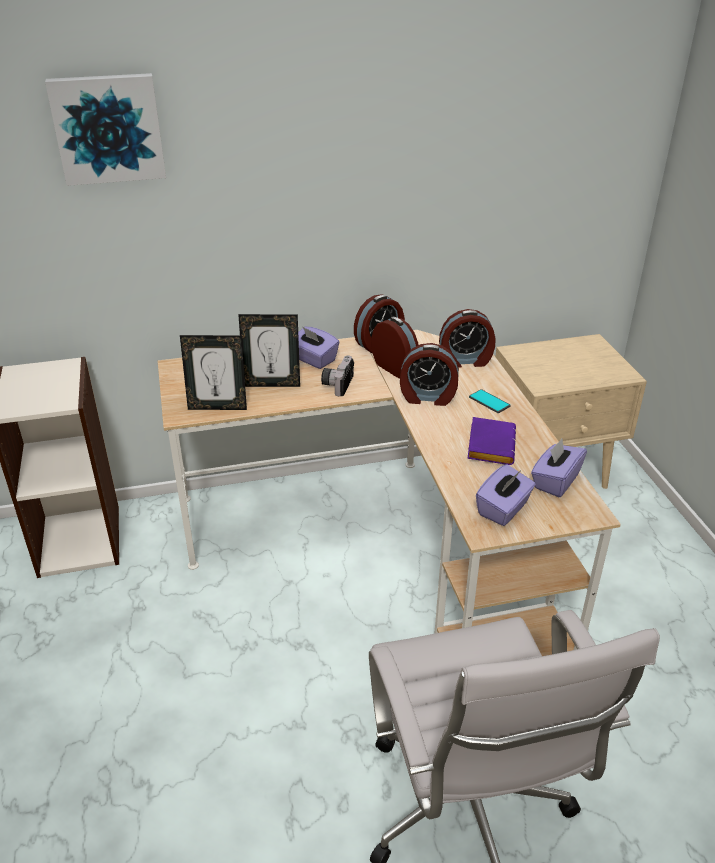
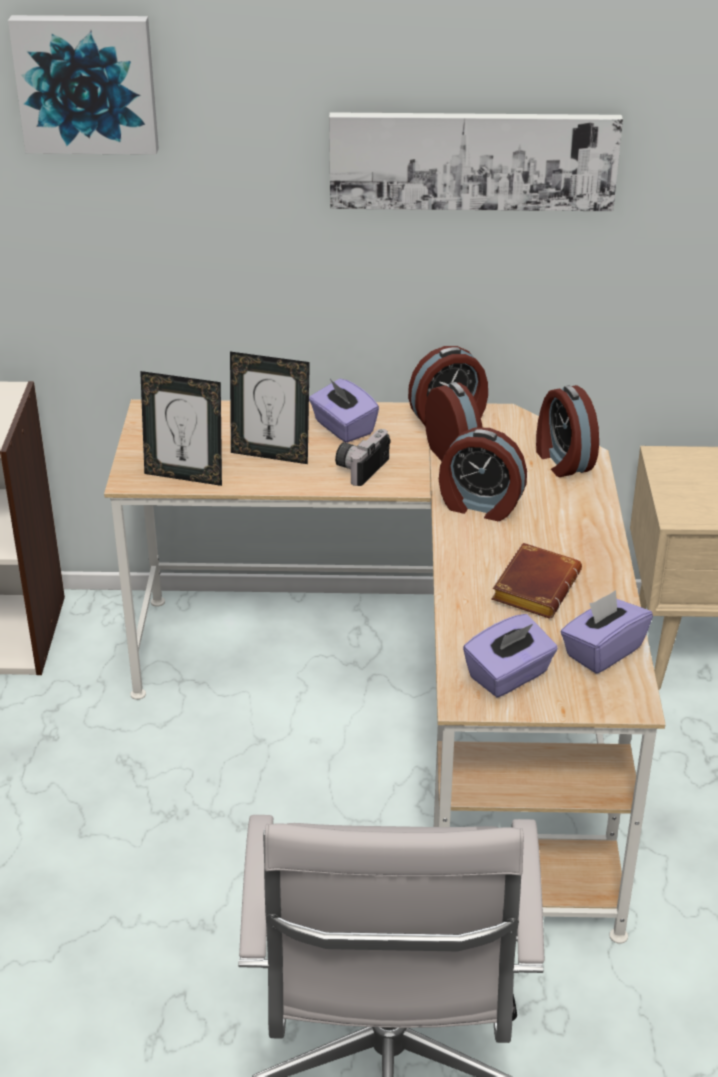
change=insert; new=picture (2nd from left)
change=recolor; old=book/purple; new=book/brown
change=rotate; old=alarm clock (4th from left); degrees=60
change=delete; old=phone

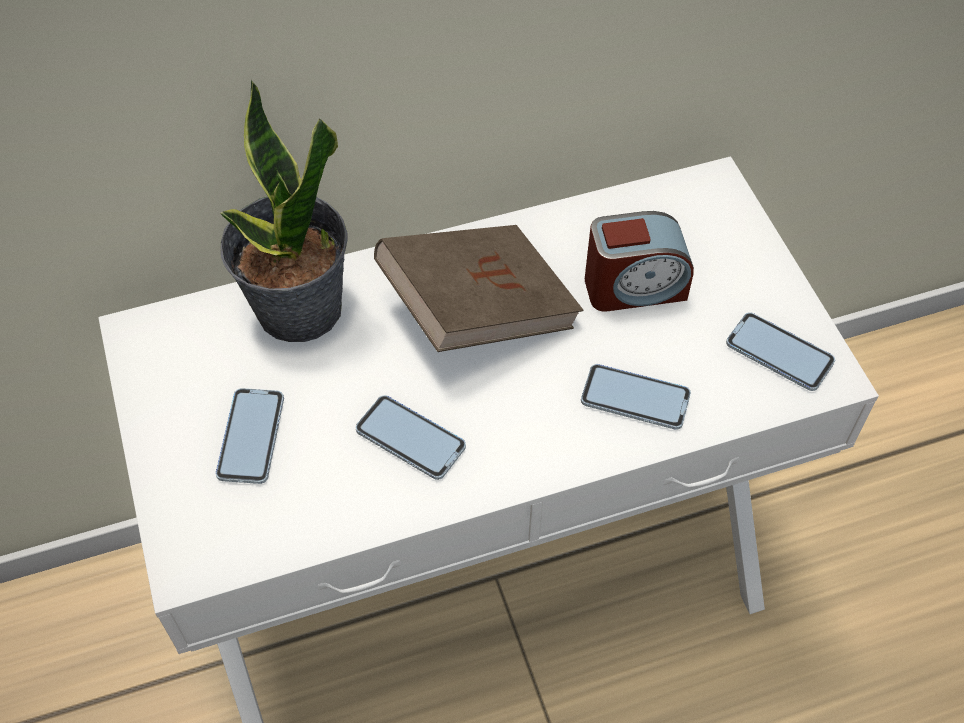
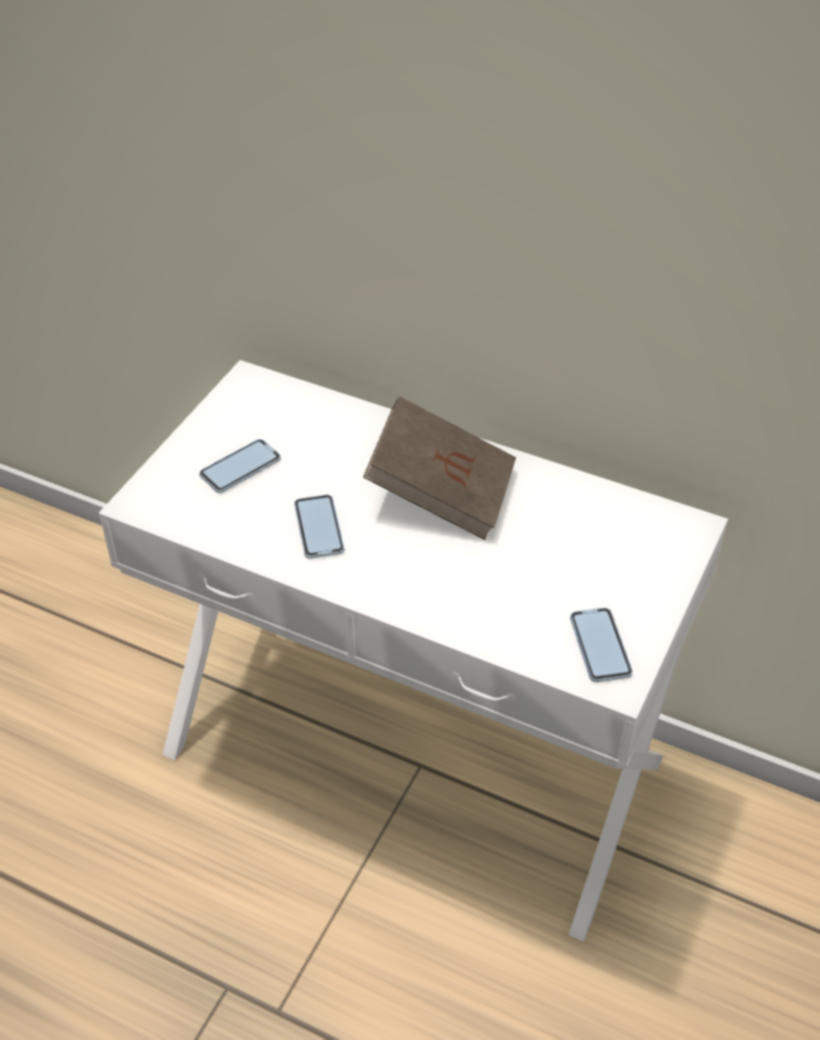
change=delete; old=potted plant
change=delete; old=phone (3rd from left)
change=delete; old=alarm clock

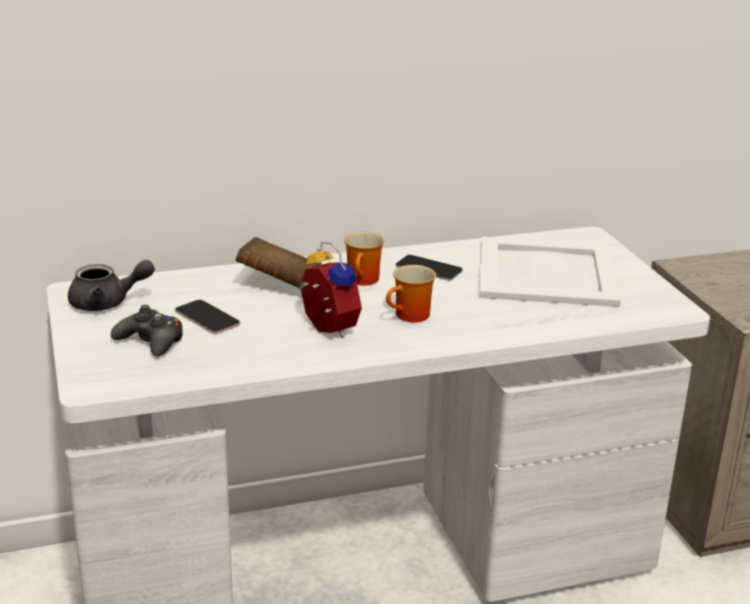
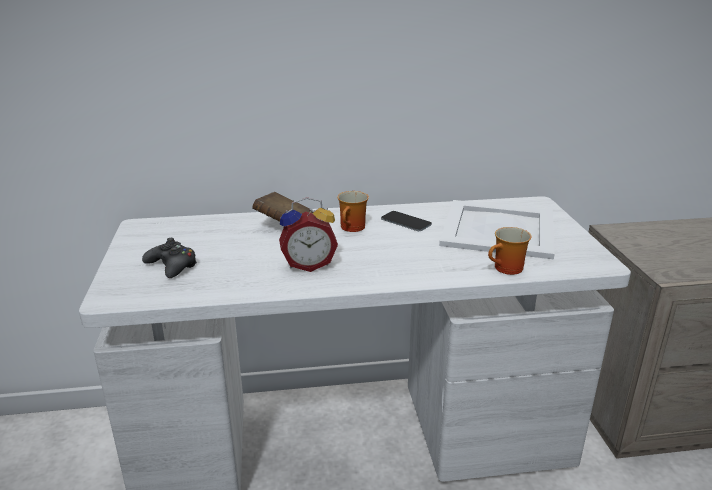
change=rotate; old=alarm clock; degrees=105
change=move; old=mug (2nd from left)
change=delete; old=teapot/grey
change=delete; old=phone (1st from left)

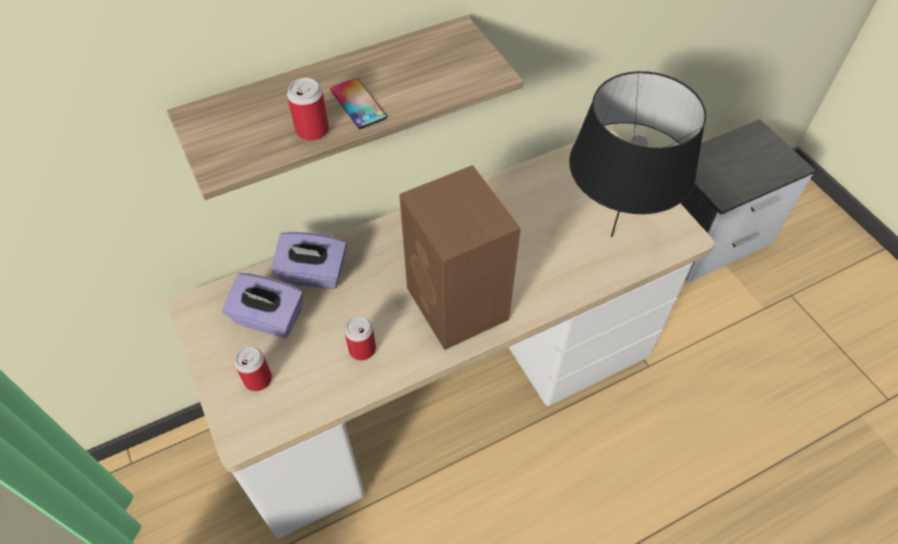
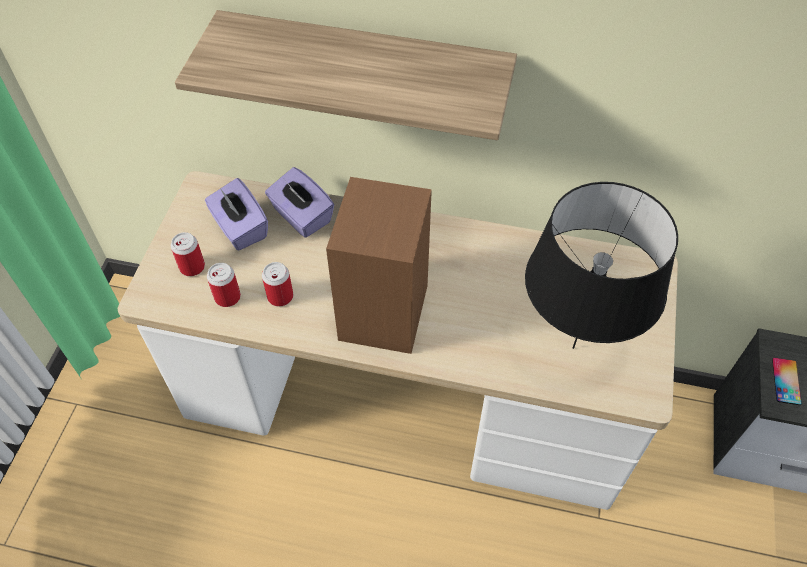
change=move; old=can (2nd from left)
change=move; old=phone

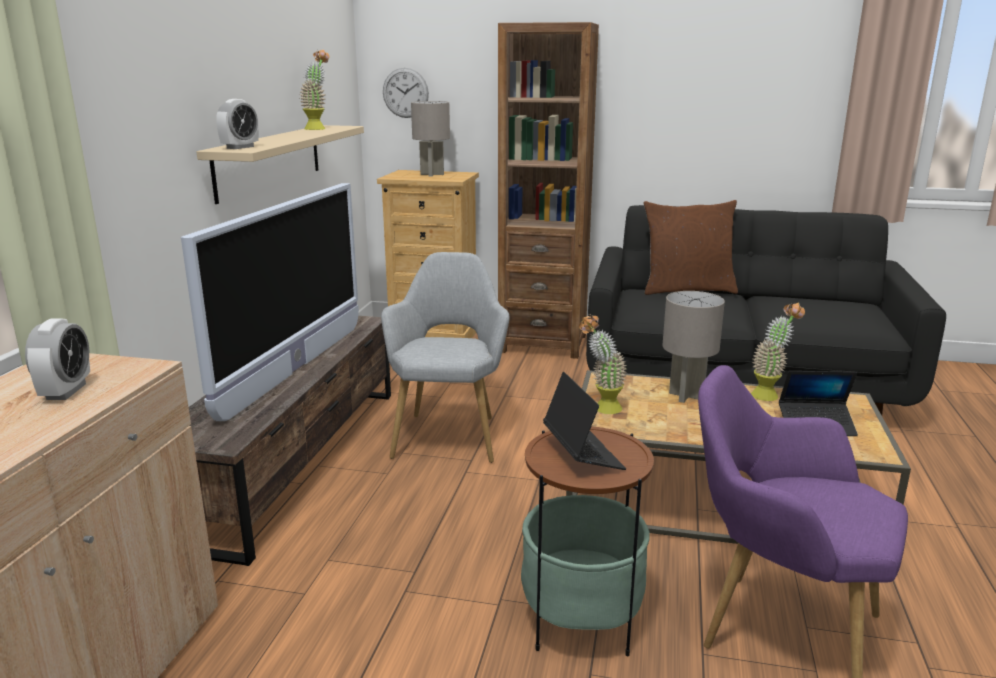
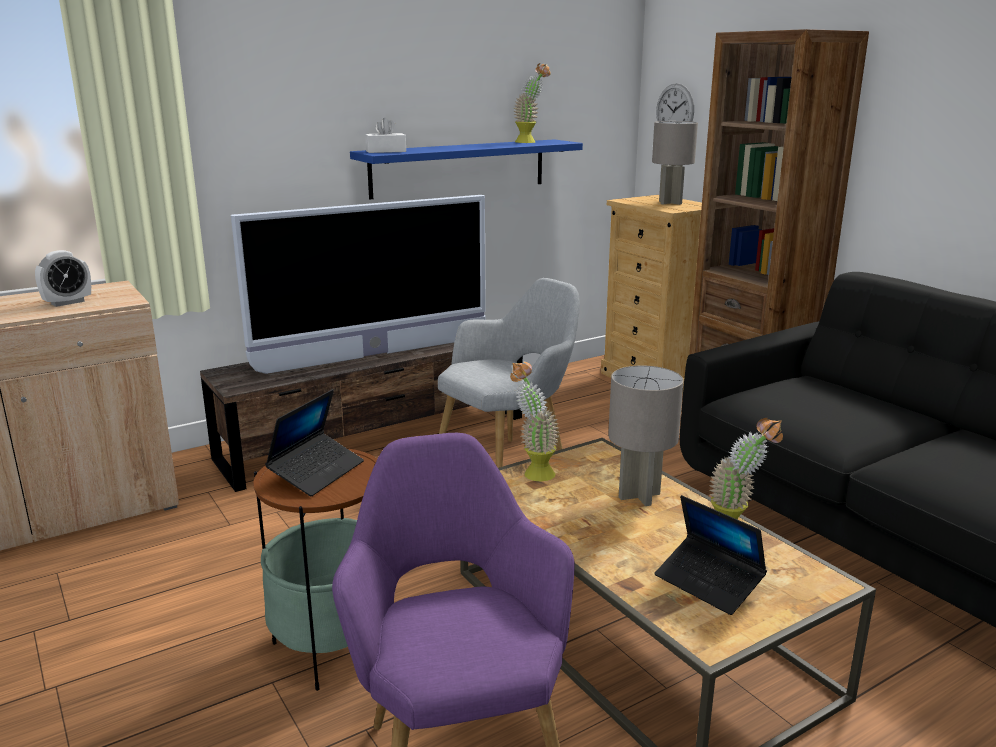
change=recolor; old=shelf/beige; new=shelf/blue
change=replace; old=alarm clock (2nd from left); new=tissue box/white
change=delete; old=pillow/brown

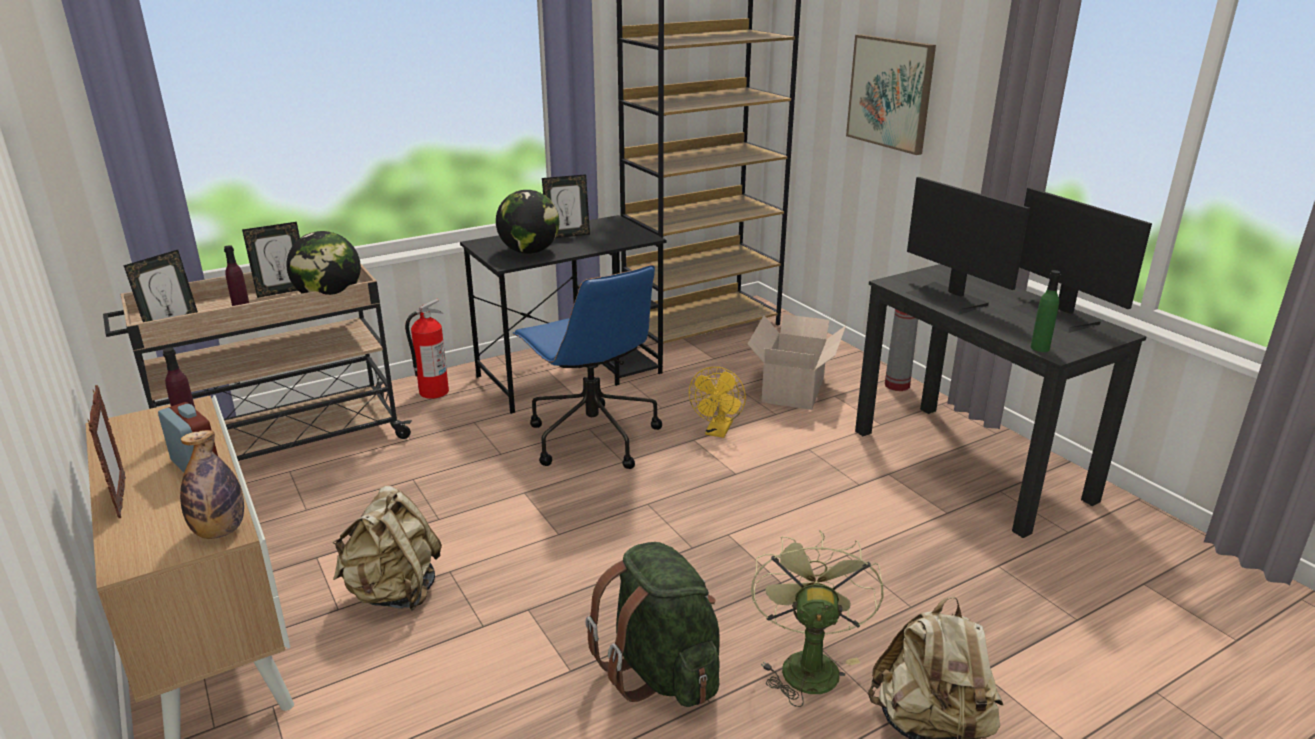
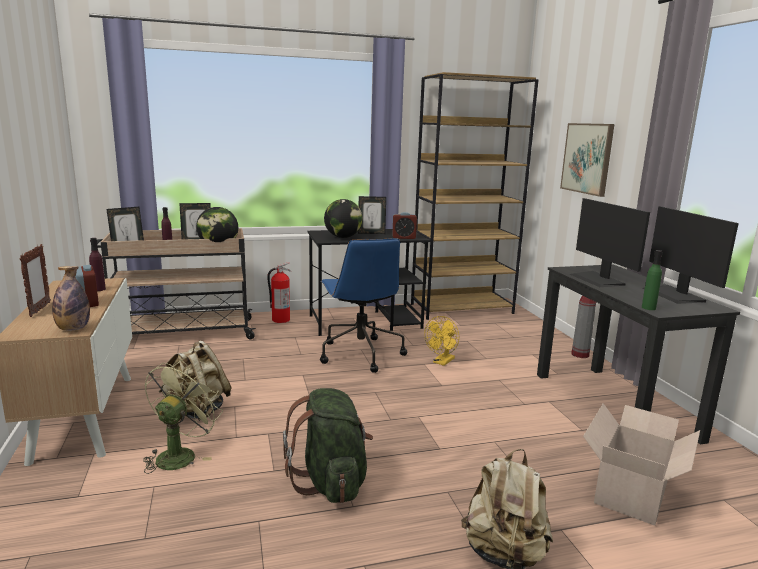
change=move; old=fan/green
change=insert; new=alarm clock (2nd from left)
change=move; old=cardboard box

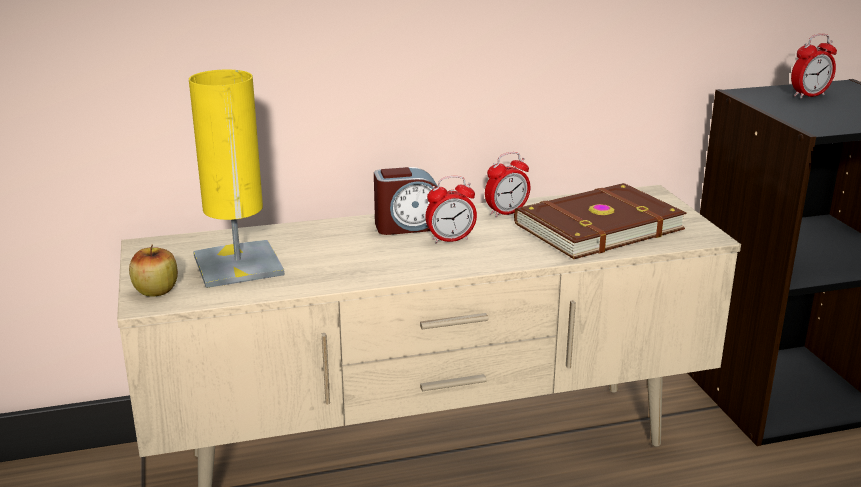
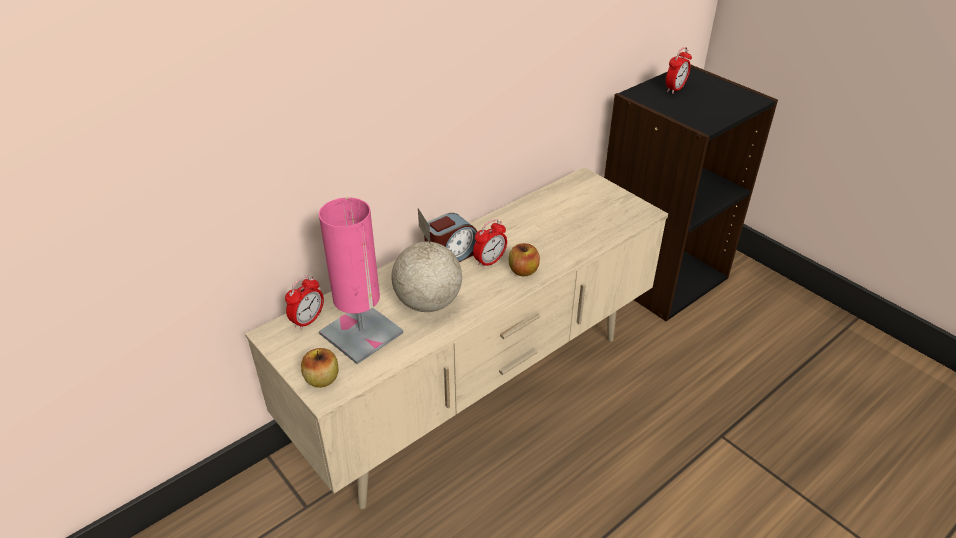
change=move; old=alarm clock (3rd from left in the first image); new=alarm clock (1st from left)
change=recolor; old=table lamp/yellow; new=table lamp/pink
change=insert; new=globe
change=insert; new=apple (2nd from left)
change=delete; old=book/brown

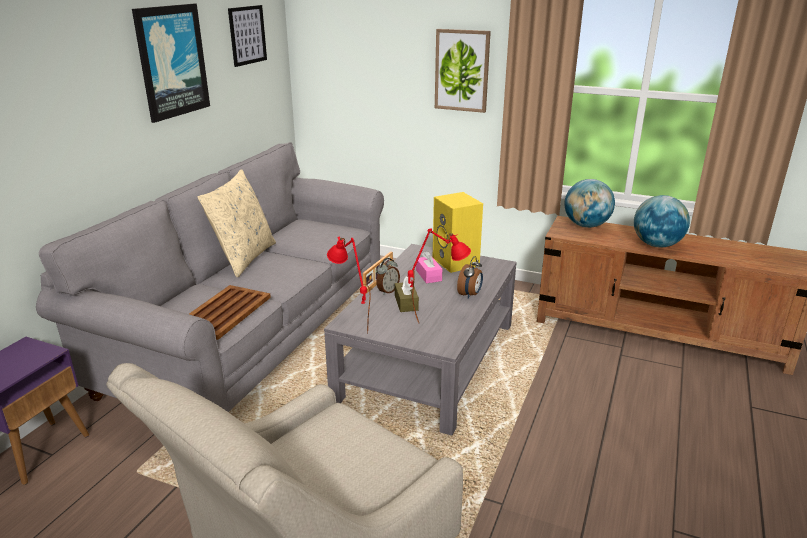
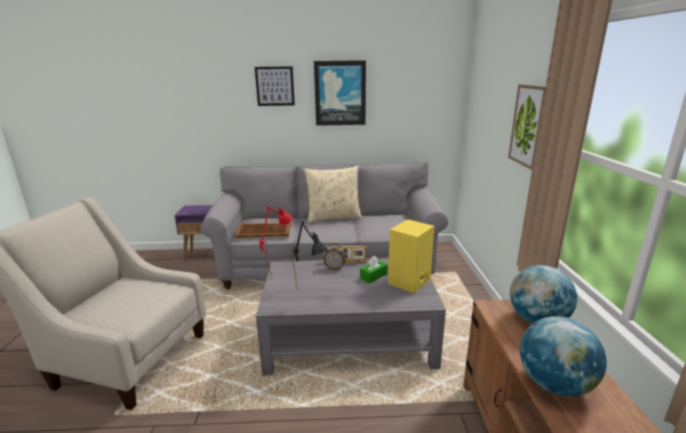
change=move; old=picture (2nd from left in the first image); new=picture (1st from left)
change=recolor; old=table lamp/red (2nd from left); new=table lamp/black
change=recolor; old=tissue box/pink; new=tissue box/green
change=delete; old=tissue box/brown
change=delete; old=alarm clock (2nd from left)

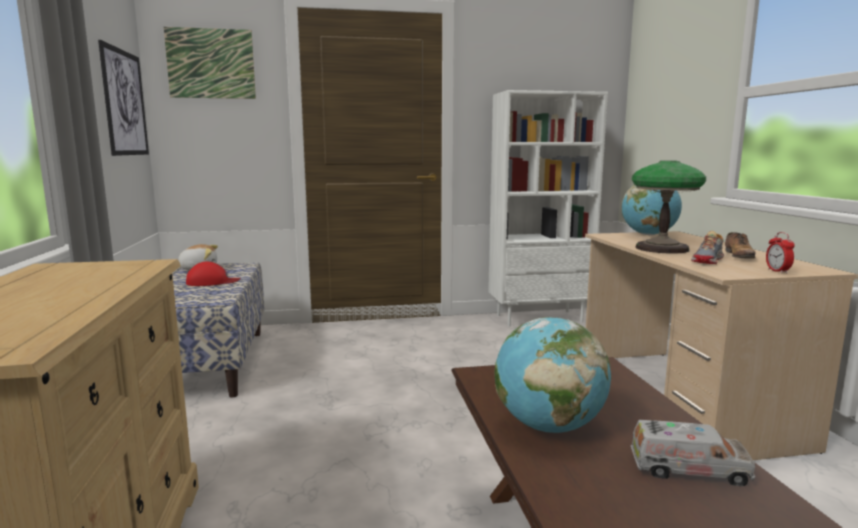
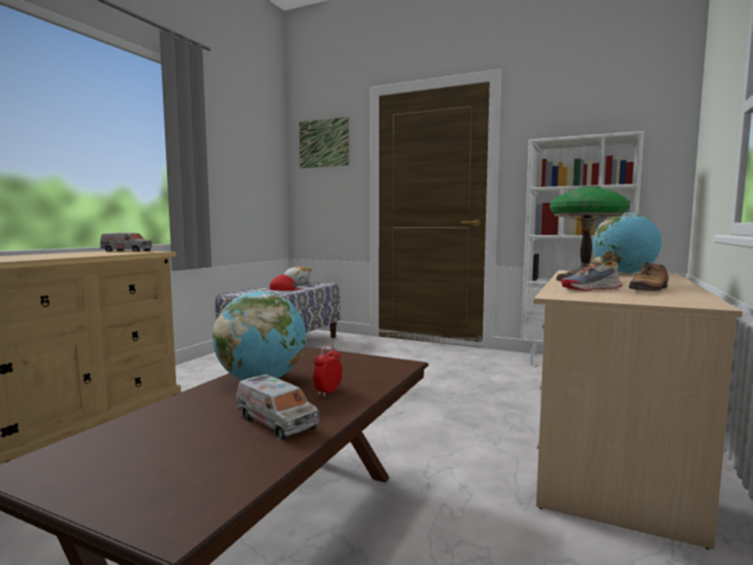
change=insert; new=toy truck (1st from left)
change=move; old=alarm clock
change=delete; old=picture (1st from left)

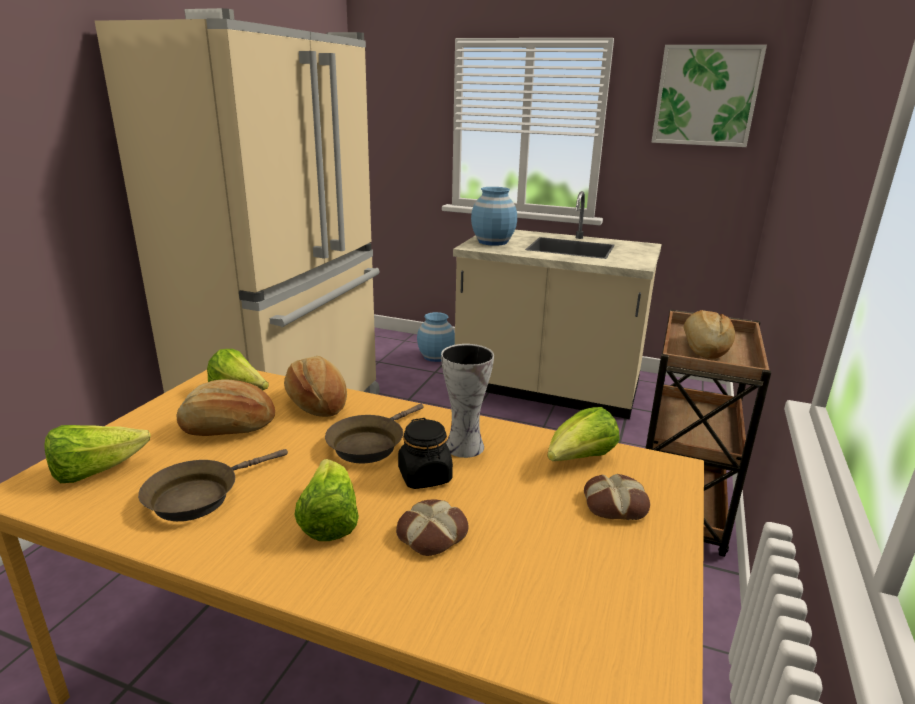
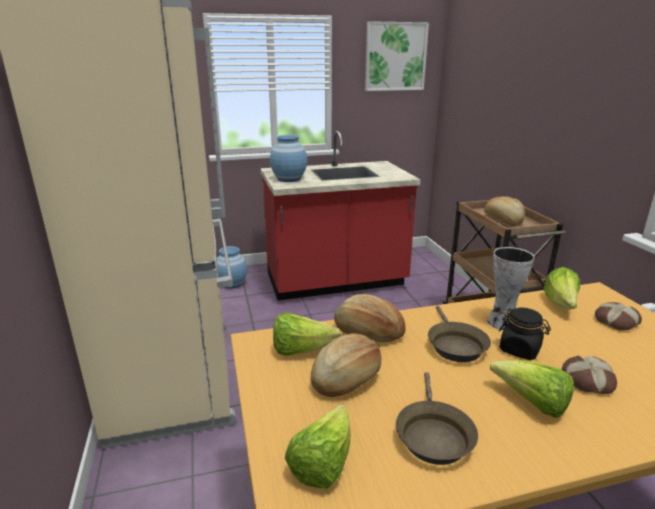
change=recolor; old=counter/beige; new=counter/red

